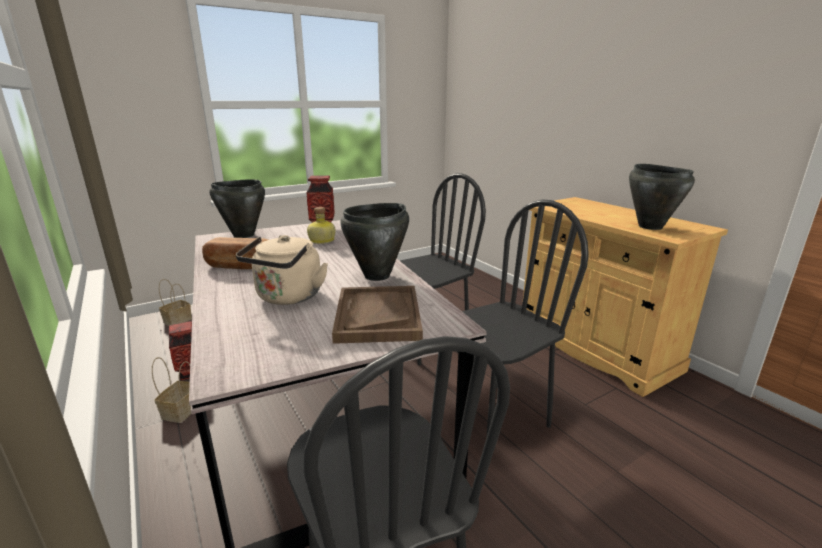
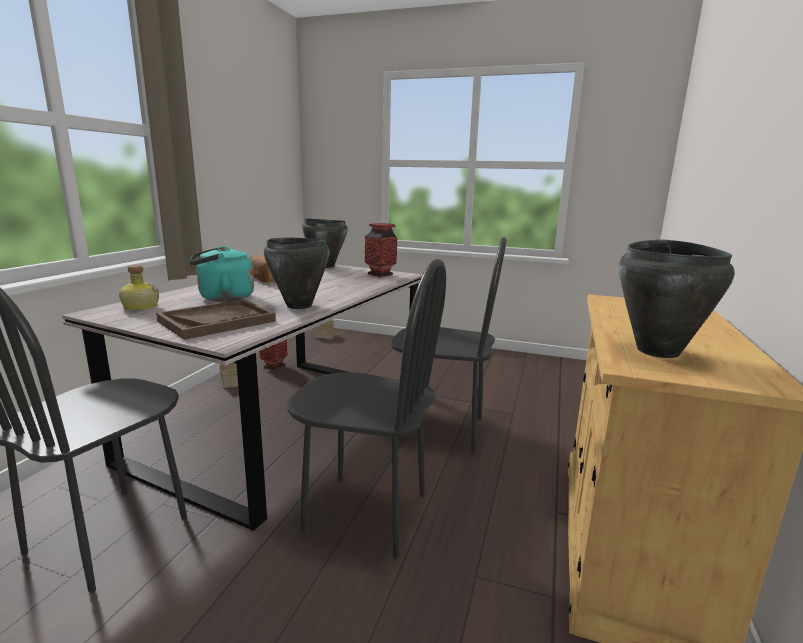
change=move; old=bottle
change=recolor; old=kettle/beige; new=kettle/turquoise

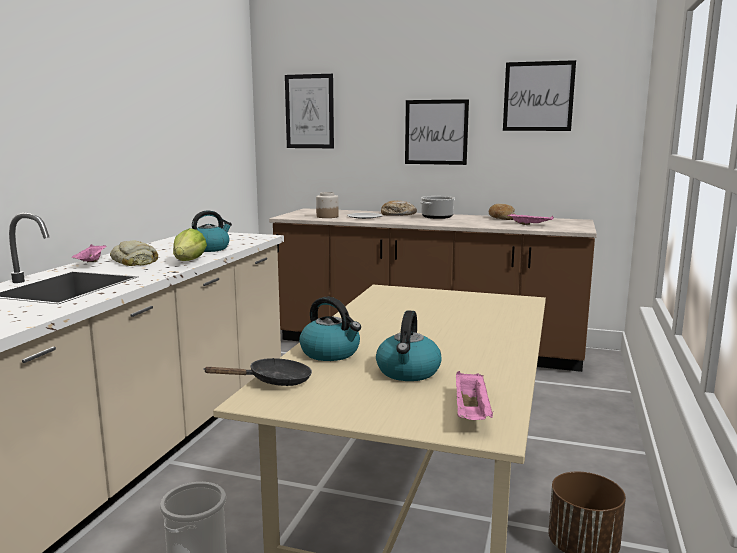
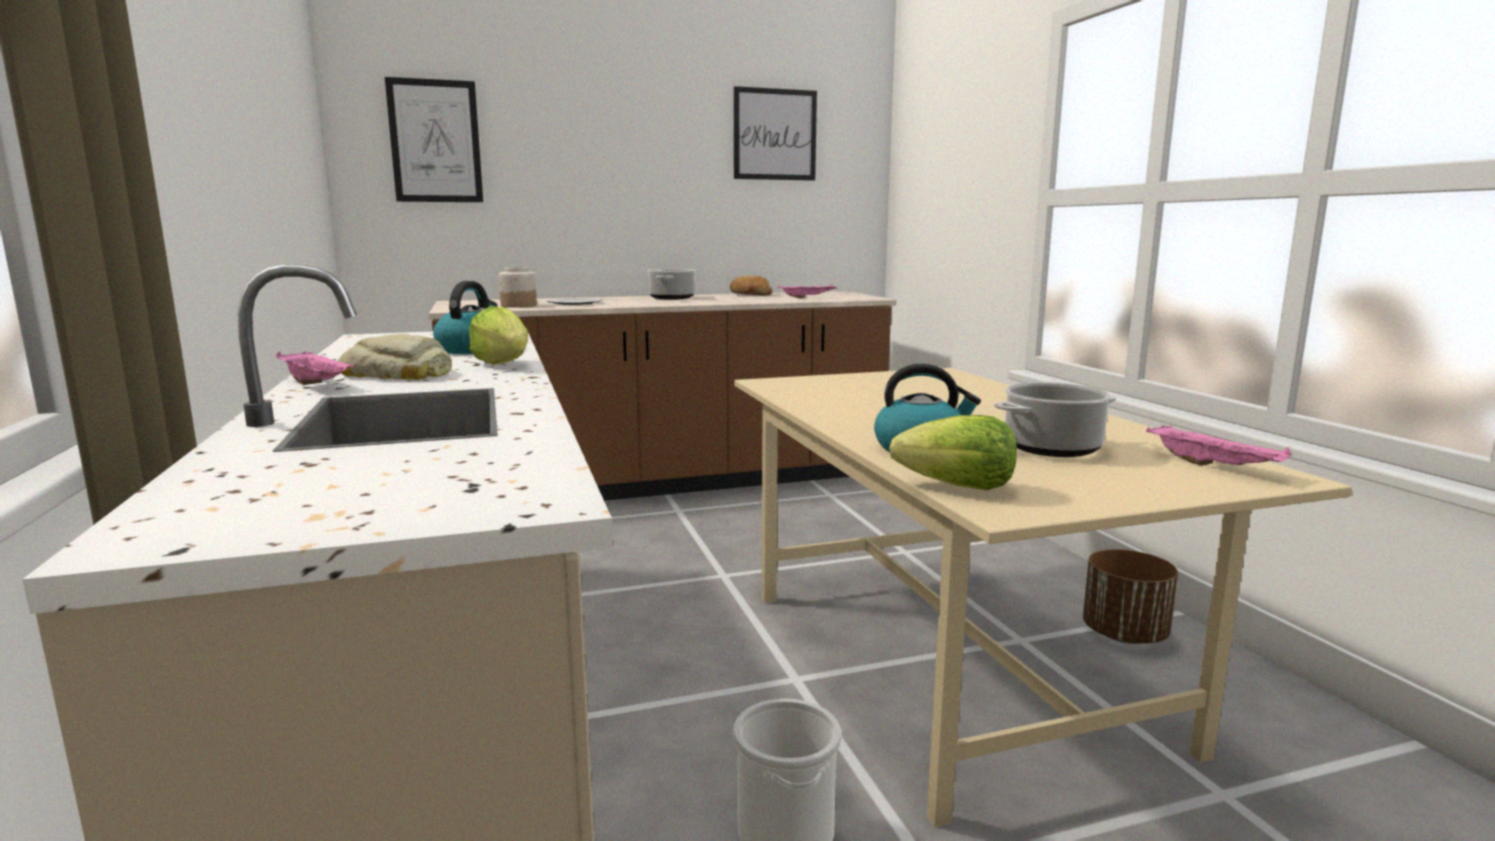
change=replace; old=frying pan/black; new=lettuce (2nd from left)
change=replace; old=kettle (3rd from left); new=cooking pot (2nd from left)
change=delete; old=bread (2nd from left)
change=delete; old=picture (2nd from left)

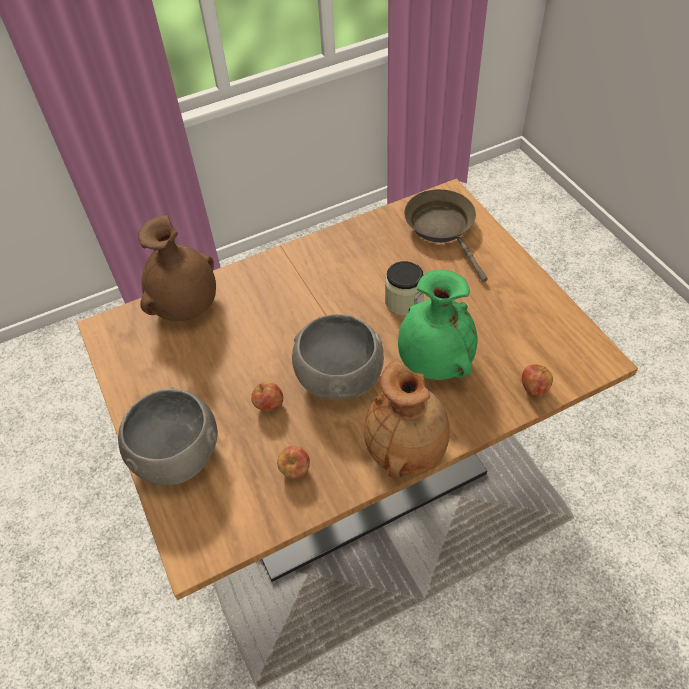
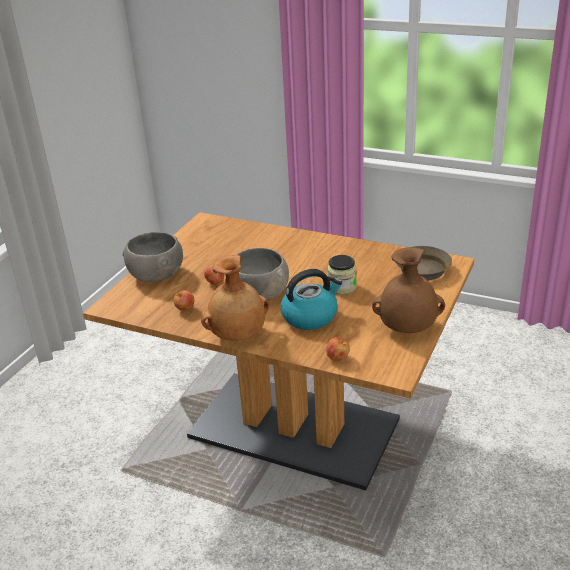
change=replace; old=vase/green; new=kettle
change=move; old=vase/brown (1st from left in the first image); new=vase/brown (2nd from left)

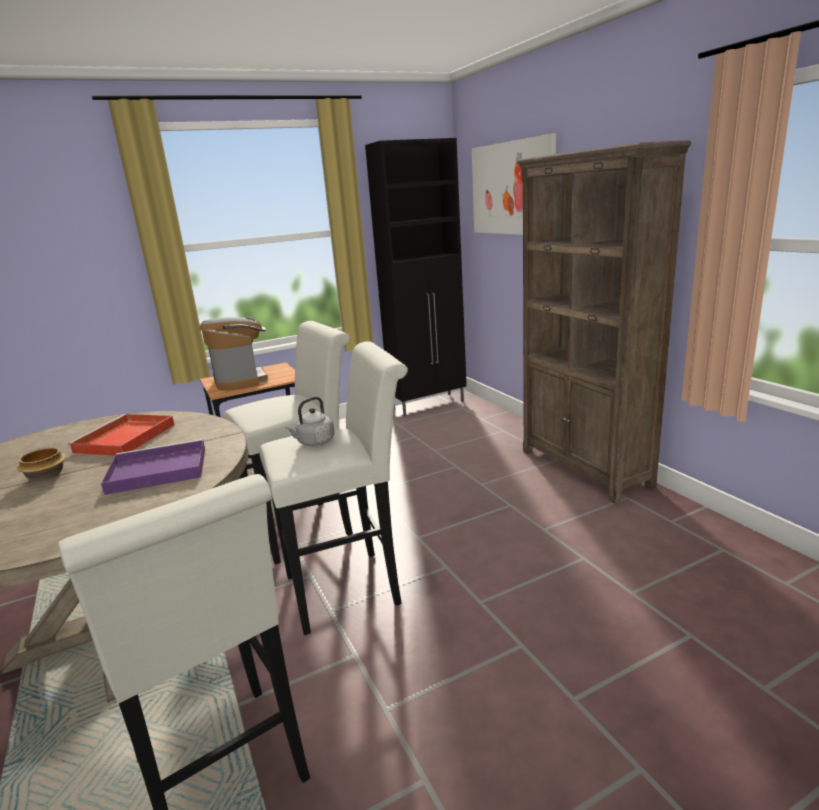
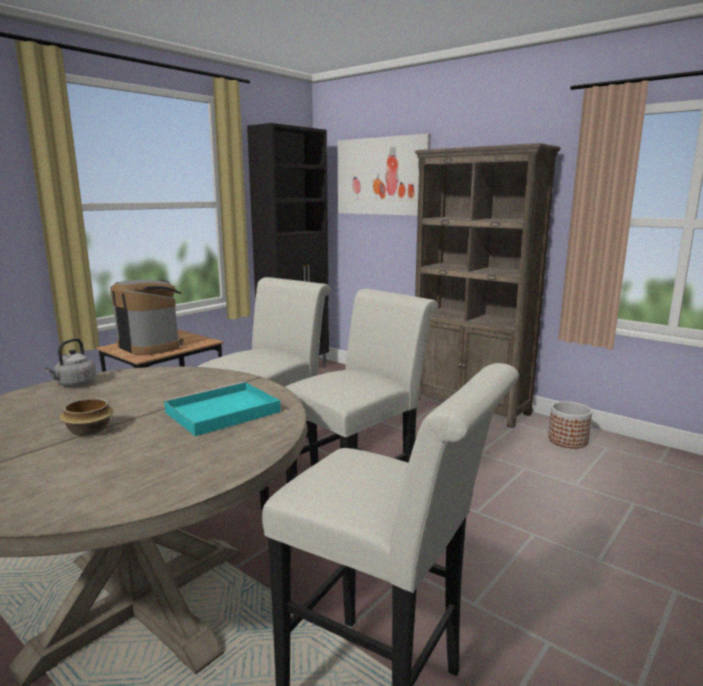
change=move; old=kettle/grey
change=recolor; old=tray/purple; new=tray/turquoise
change=insert; new=planter
change=delete; old=tray/red

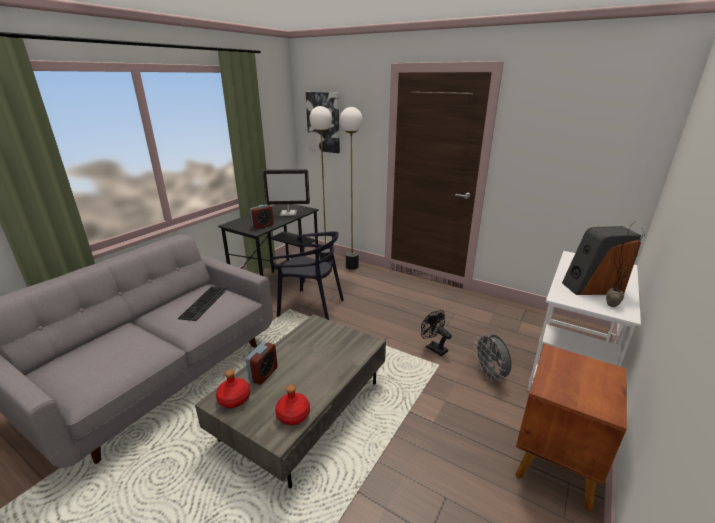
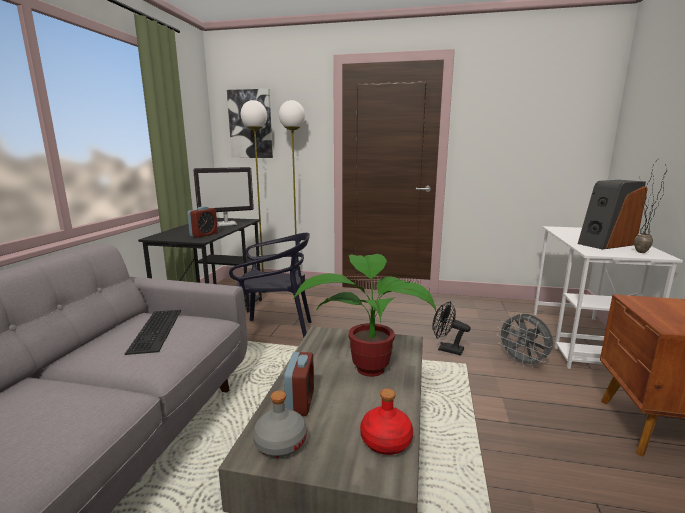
change=recolor; old=bottle/red (1st from left); new=bottle/grey
change=insert; new=potted plant (1st from left)

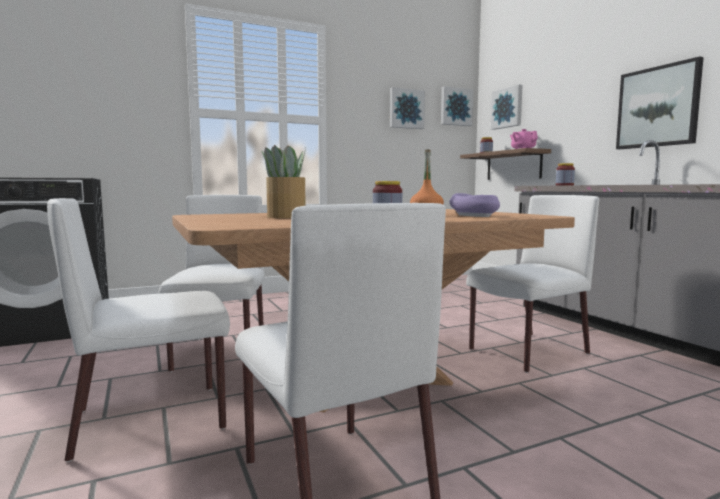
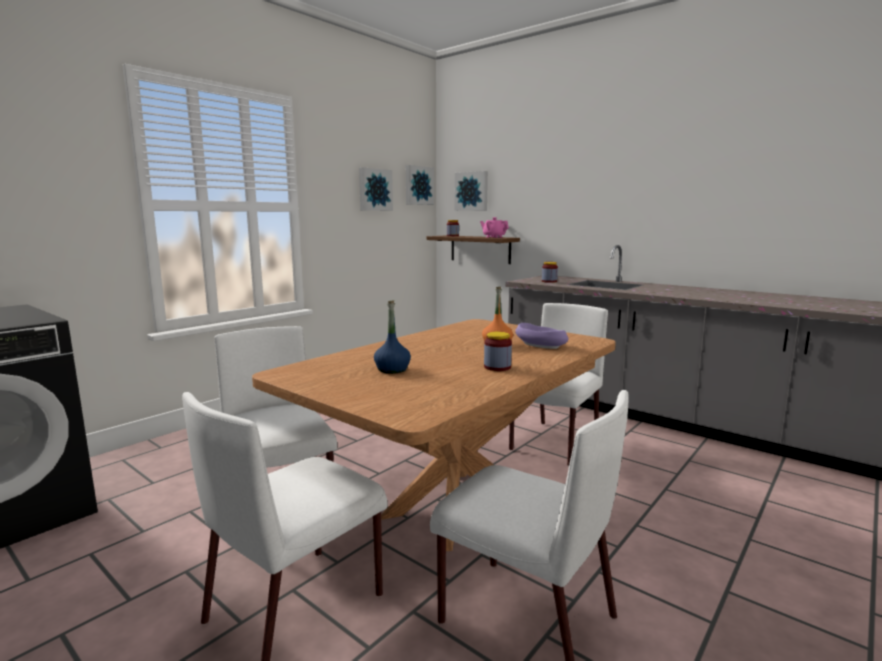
change=replace; old=potted plant; new=bottle/blue
change=delete; old=picture (4th from left)

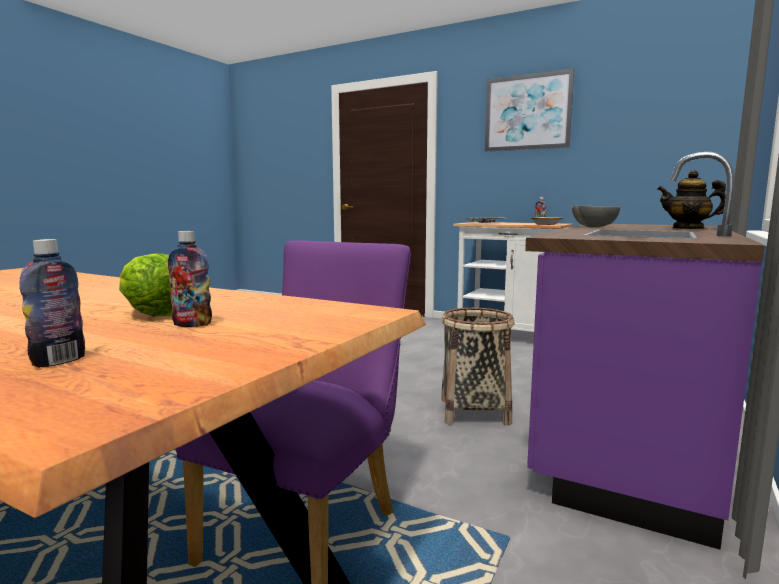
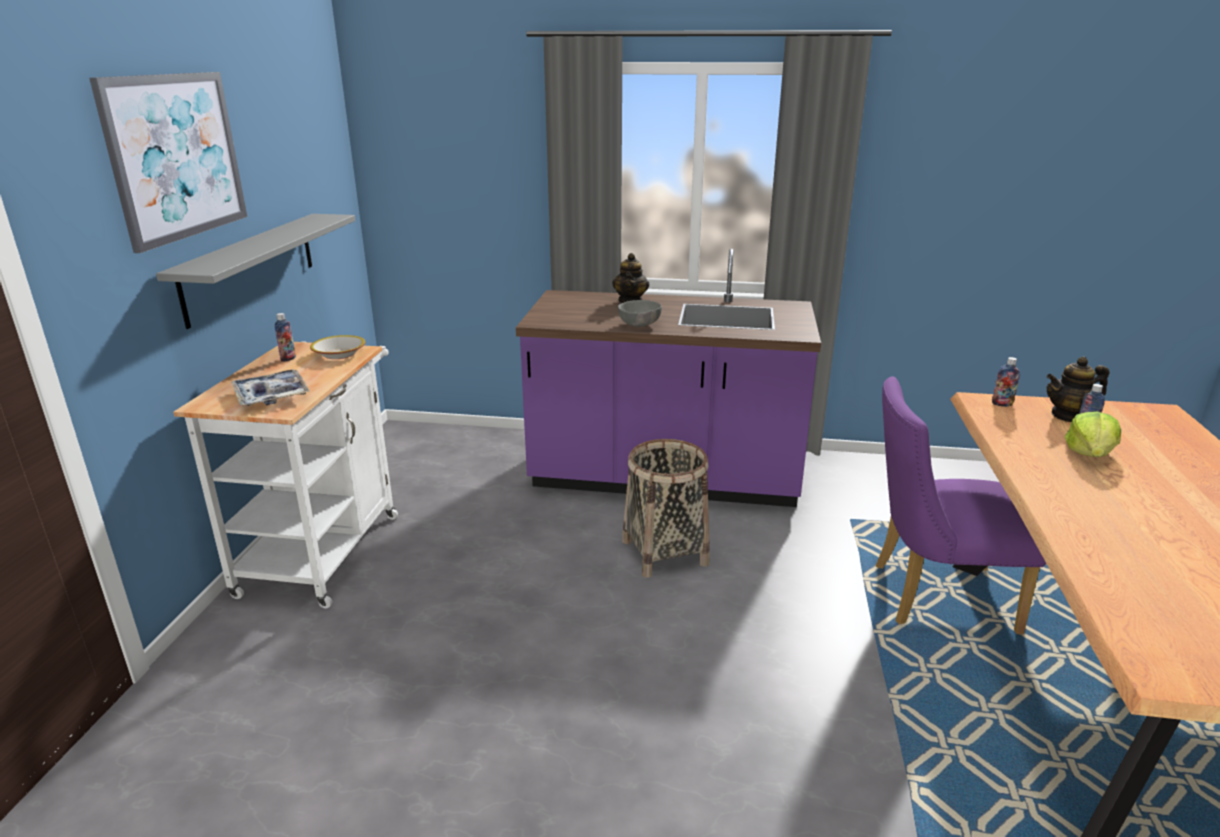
change=insert; new=shelf/grey
change=move; old=bottle (1st from left in the first image); new=bottle (2nd from left)
change=insert; new=teapot (2nd from left)

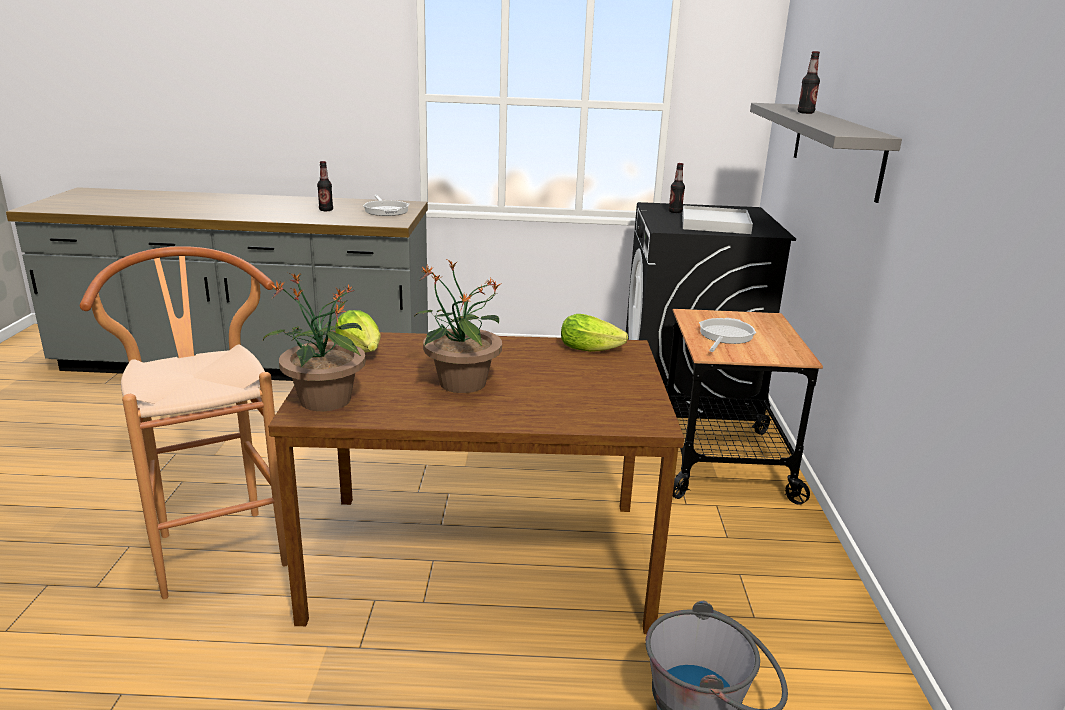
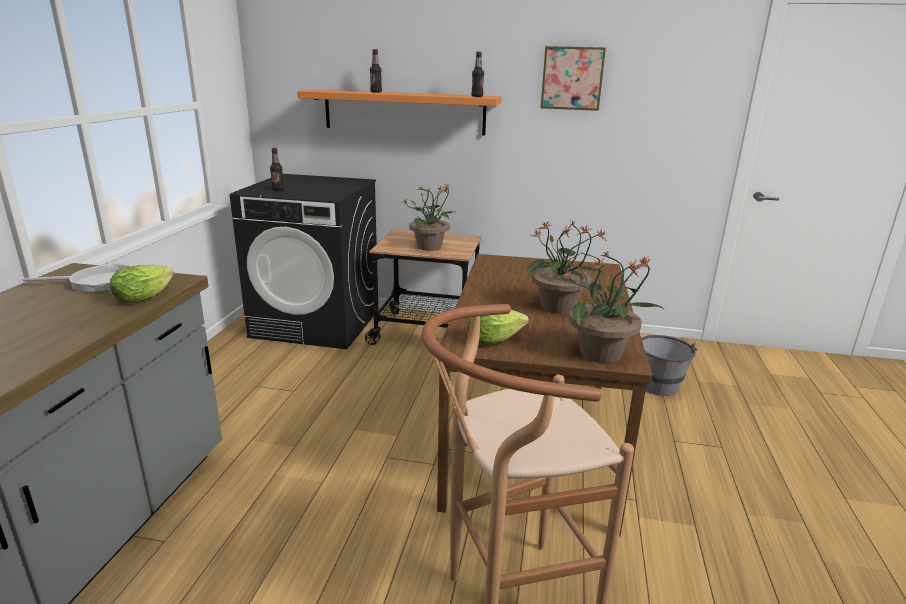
change=move; old=lettuce (2nd from left in the first image); new=lettuce (1st from left)
change=recolor; old=shelf/grey; new=shelf/orange
change=replace; old=frying pan (2nd from left); new=potted plant (1st from left)
change=move; old=bottle (1st from left in the first image); new=bottle (3rd from left)
change=insert; new=picture
change=delete; old=tray/white

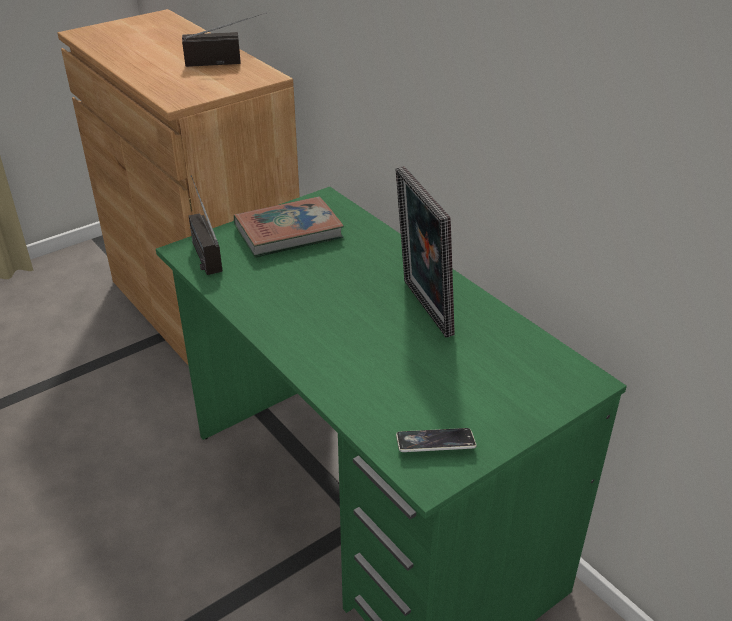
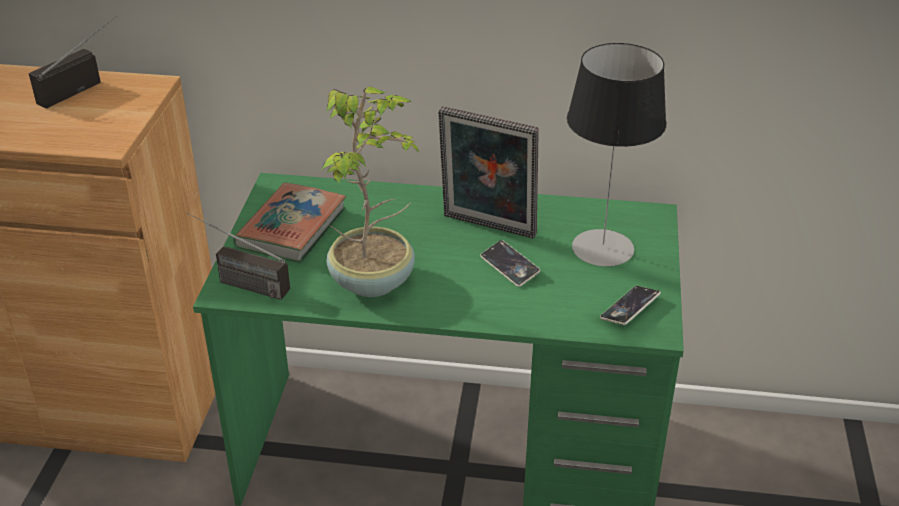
change=insert; new=potted plant
change=insert; new=phone (1st from left)
change=insert; new=table lamp

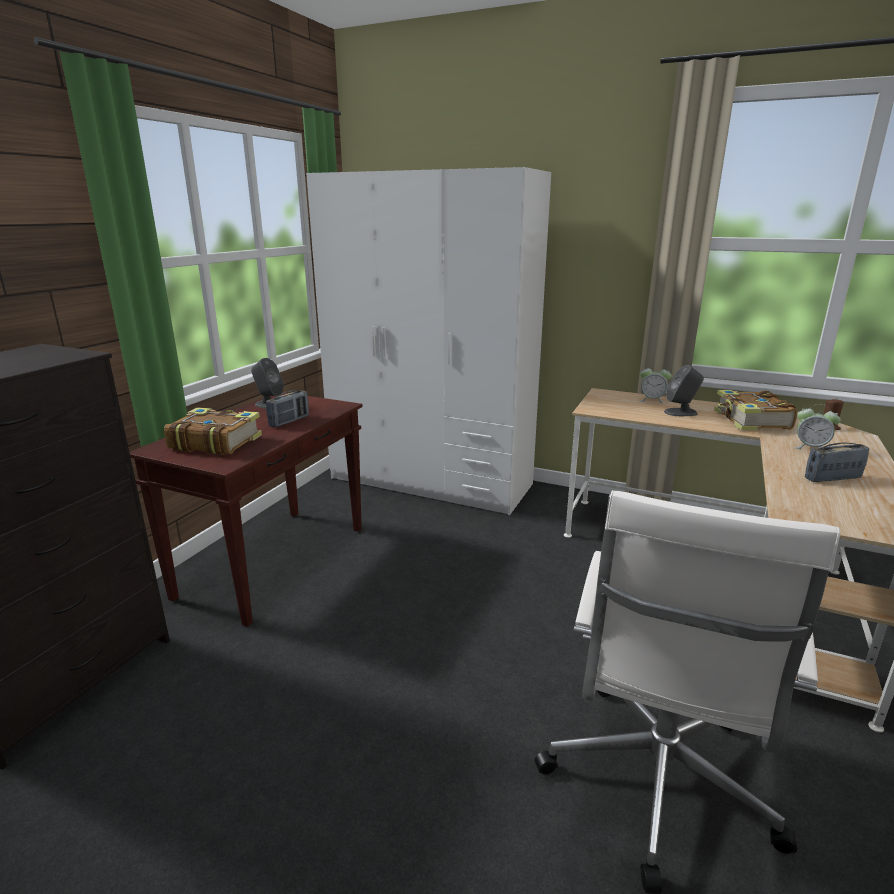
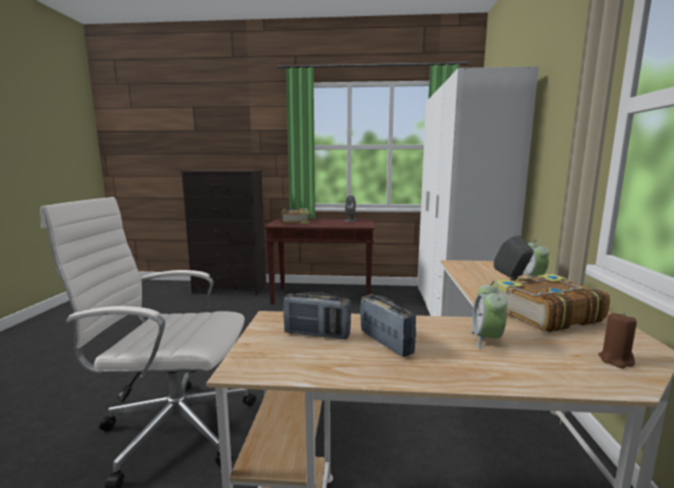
change=move; old=radio (1st from left)

